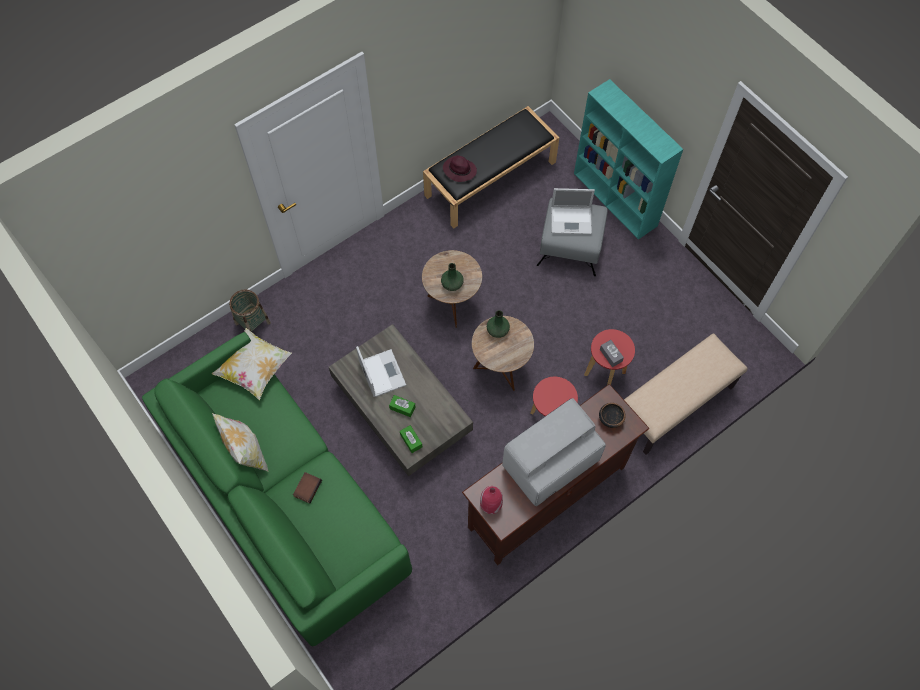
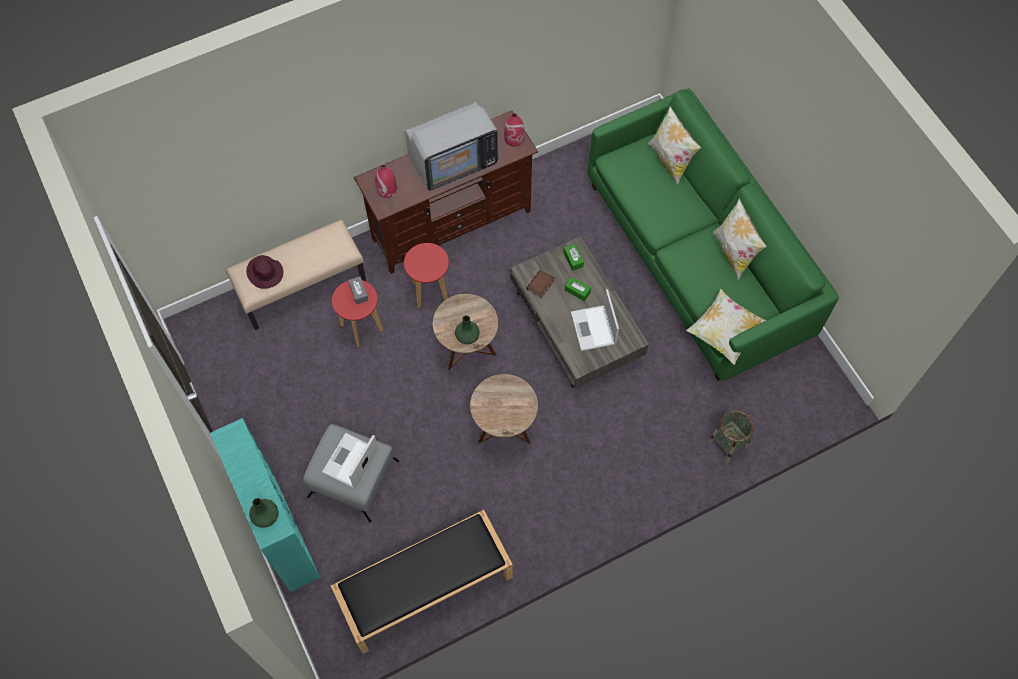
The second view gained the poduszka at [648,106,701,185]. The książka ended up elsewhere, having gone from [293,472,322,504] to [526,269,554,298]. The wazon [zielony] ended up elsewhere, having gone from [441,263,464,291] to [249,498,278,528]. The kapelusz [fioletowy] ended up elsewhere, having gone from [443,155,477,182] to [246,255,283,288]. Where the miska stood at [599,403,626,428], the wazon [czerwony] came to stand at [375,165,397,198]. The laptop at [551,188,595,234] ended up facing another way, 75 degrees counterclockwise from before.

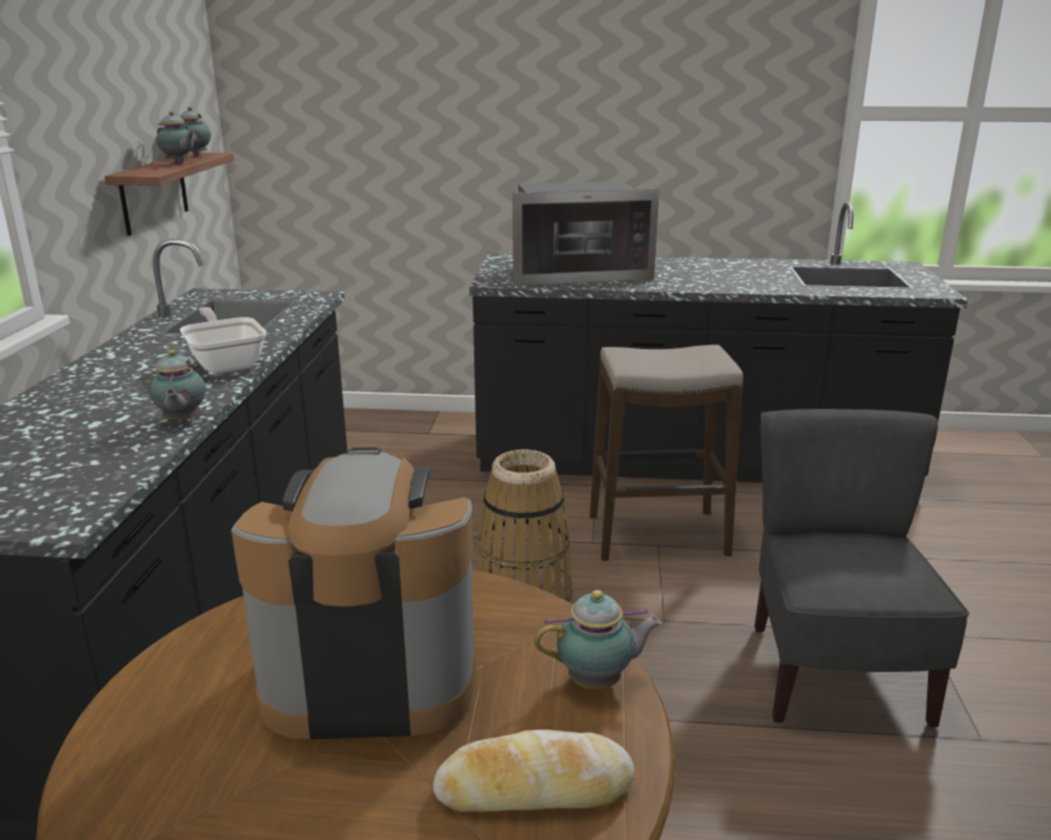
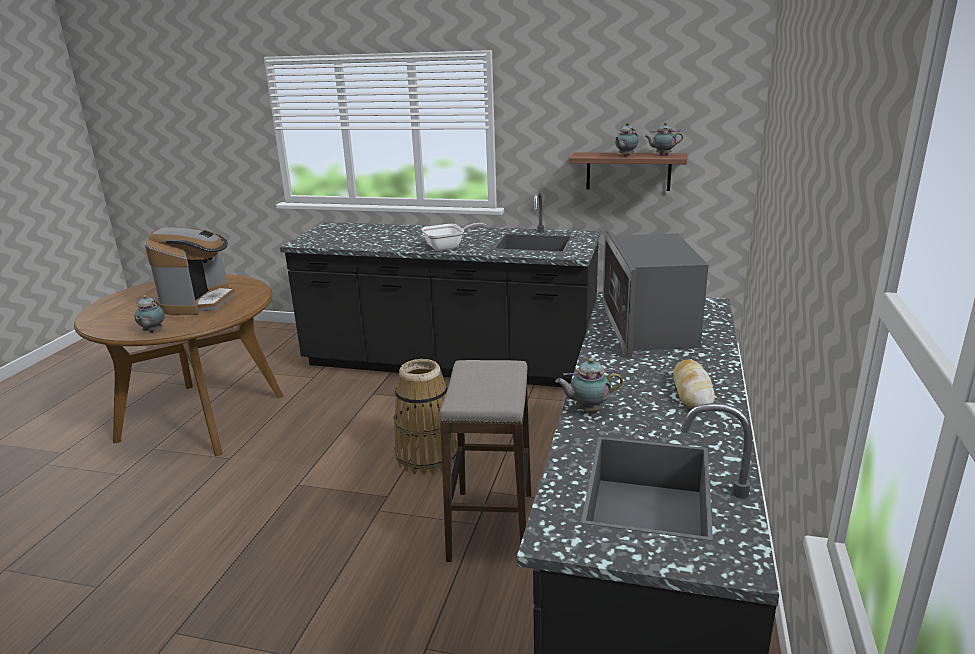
The second view lost the krzesło [szary] at [754,409,969,728]. The imbryk ended up elsewhere, having gone from [149,350,206,423] to [555,358,623,411]. The chleb ended up elsewhere, having gone from [433,730,635,812] to [673,360,715,409].

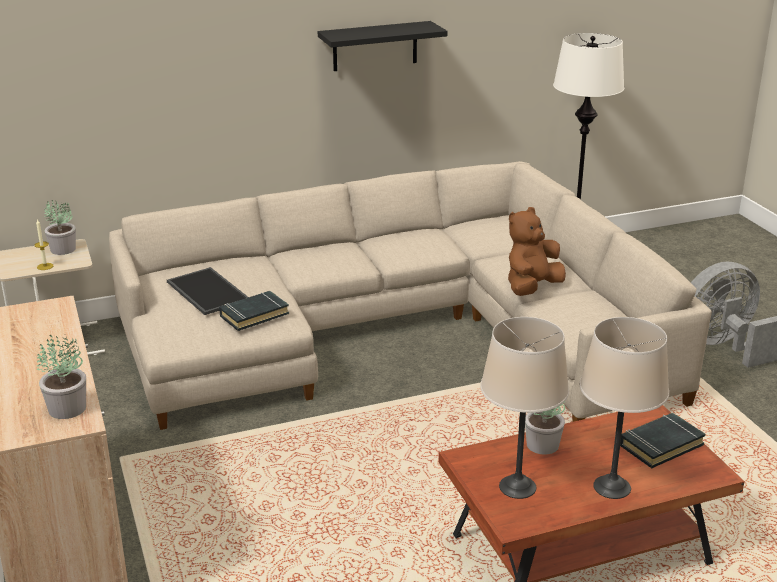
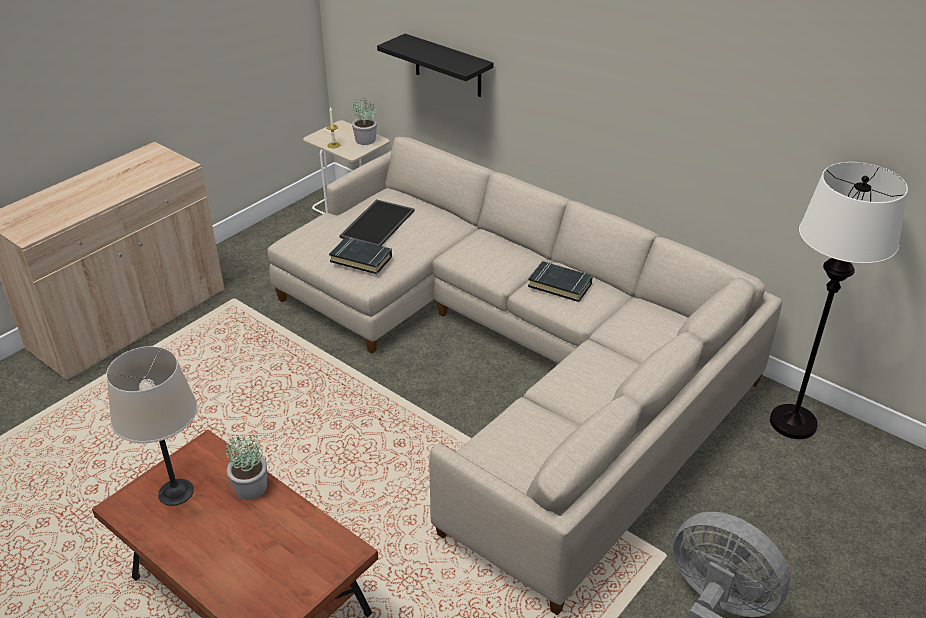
The second view lost the roślina doniczkowa at [37,334,86,419]. The second view lost the pluszak [brązowy] at [508,207,566,296]. The second view lost the lampa stołowa [beżowy] at [579,317,669,499]. The półka [czarny] ended up elsewhere, having gone from [318,21,448,71] to [377,34,493,97]. The książka [czarny] ended up elsewhere, having gone from [620,413,706,468] to [528,261,593,302].

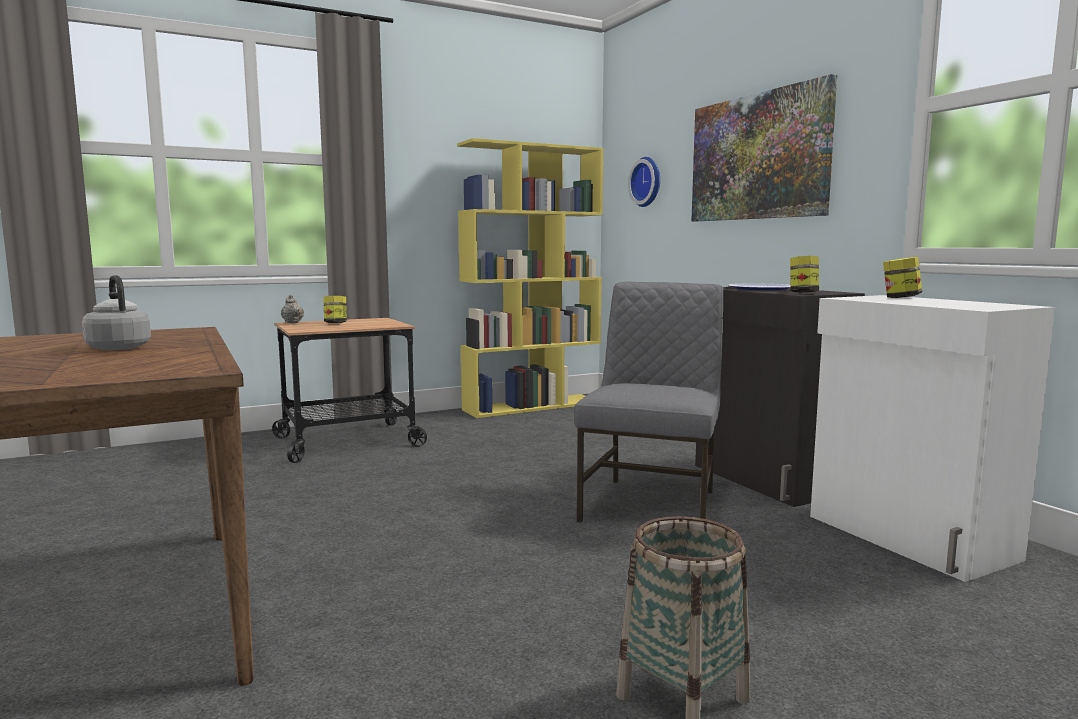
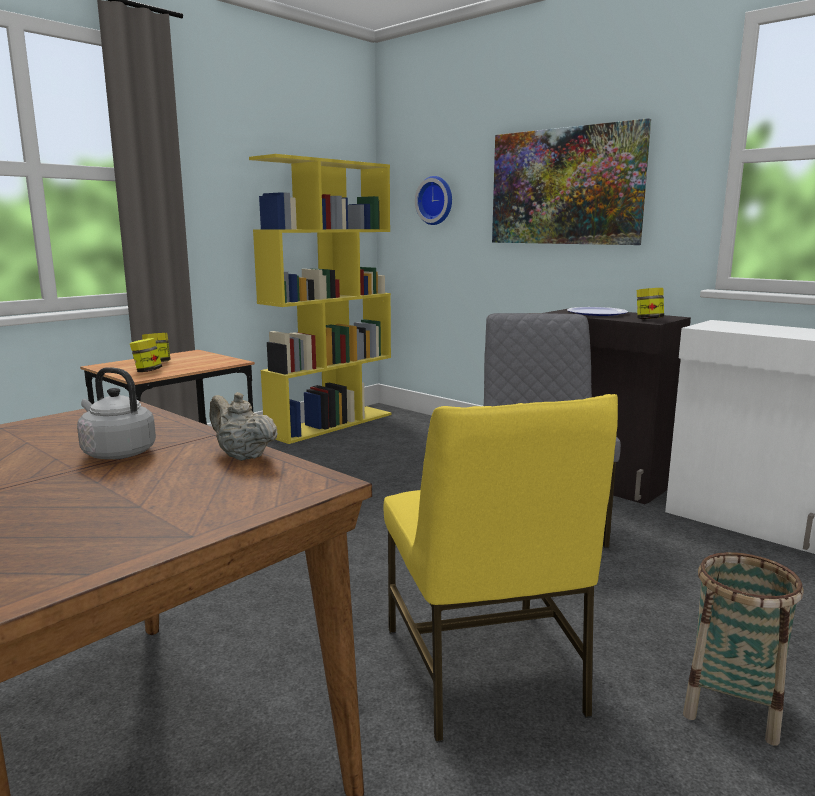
The second view gained the krzesło [żółty] at [384,394,618,743]. The imbryk [beżowy] ended up elsewhere, having gone from [281,295,304,323] to [209,392,278,461]. The słoik ended up elsewhere, having gone from [883,257,922,298] to [130,338,162,372].

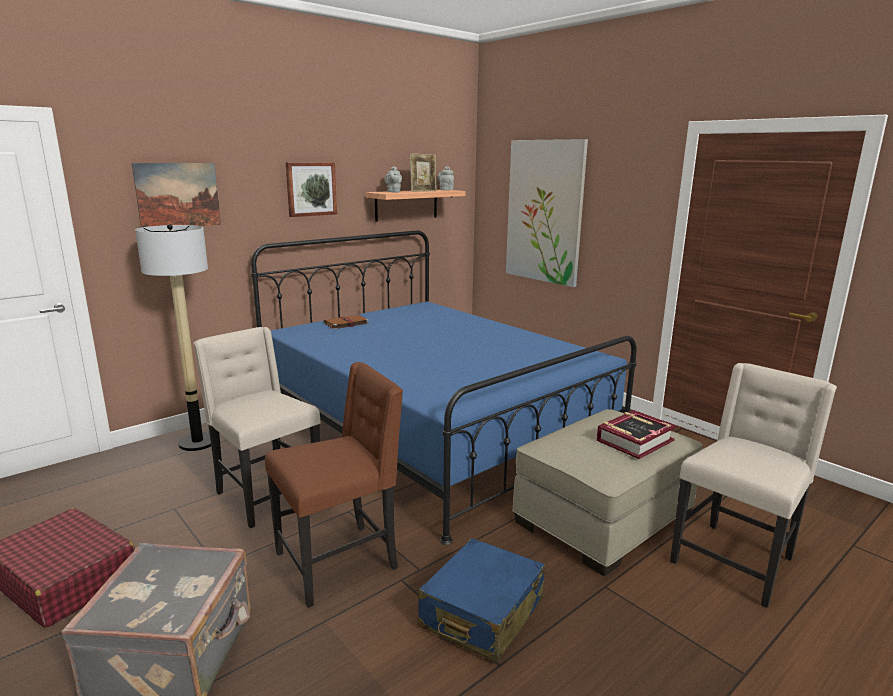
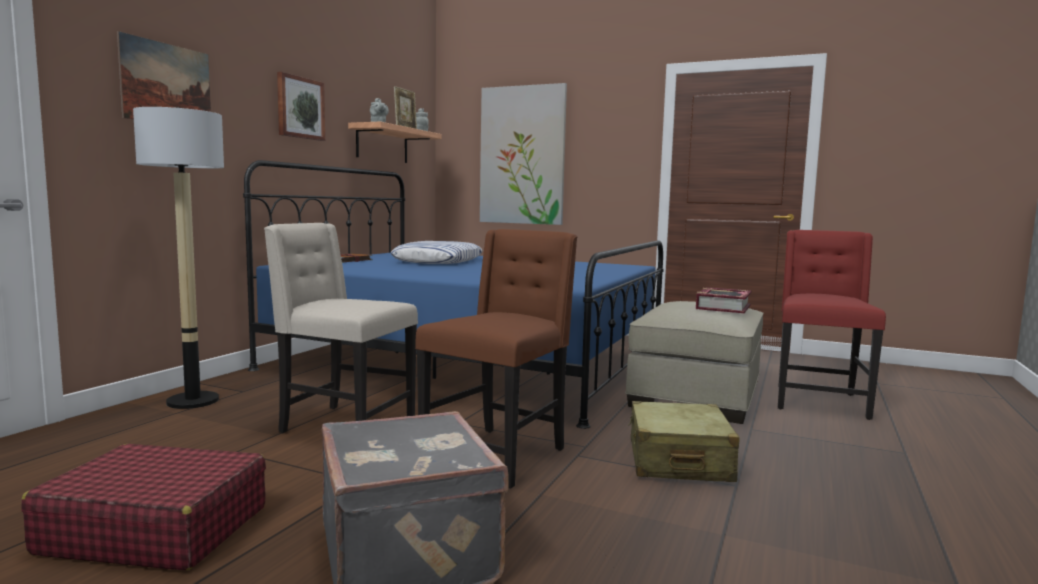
The second view gained the poduszka at [391,241,483,264]. What was the walizka [niebieski] at [418,538,545,663] turned into the walizka [beżowy] at [628,401,740,482]. What was the krzesło [beżowy] at [670,363,837,608] turned into the krzesło [czerwony] at [778,230,886,420].

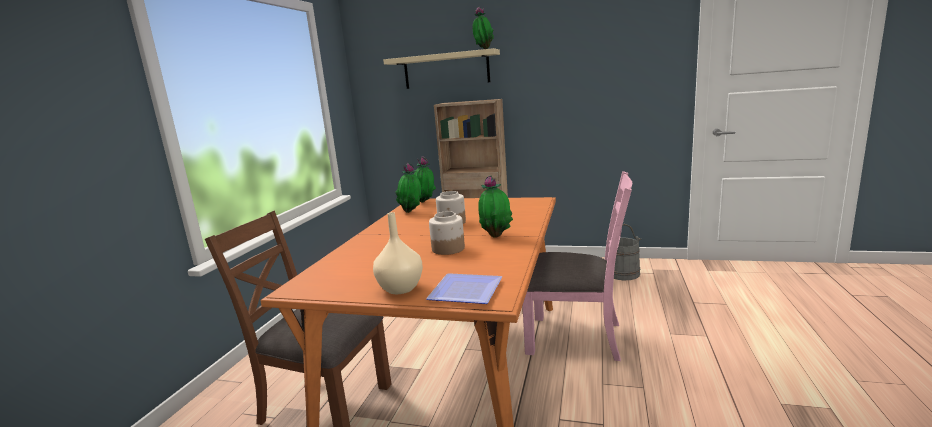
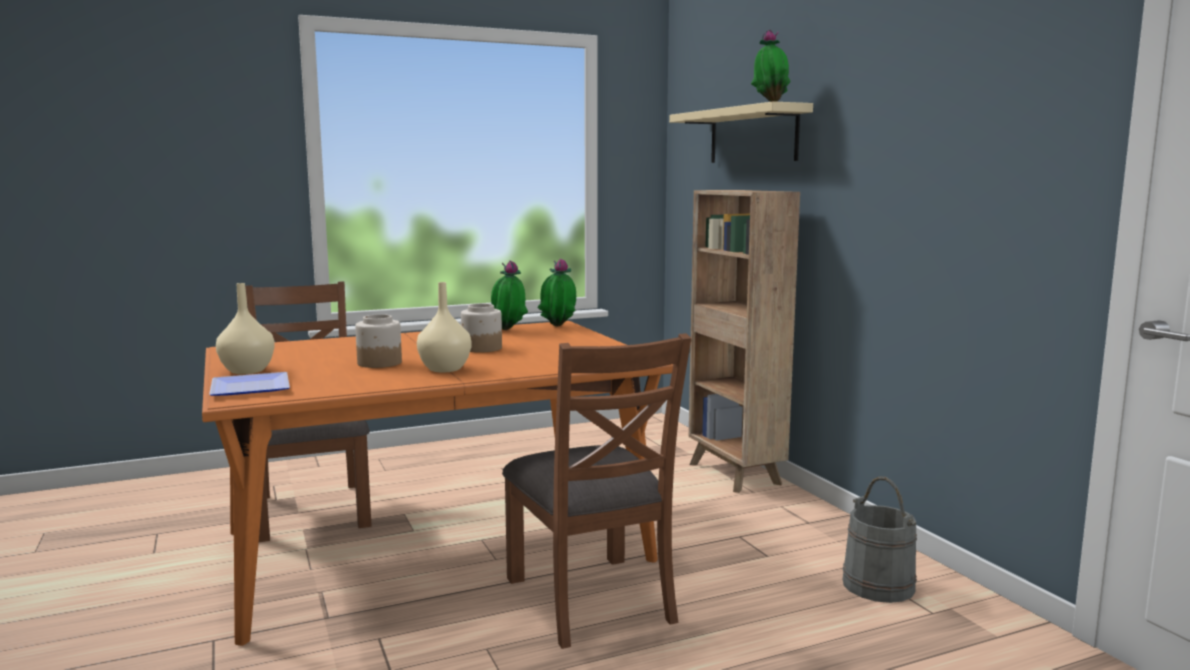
Where the roślina doniczkowa stood at [478,175,513,238], the wazon [beżowy] came to stand at [417,282,471,372]. What was the krzesło [różowy] at [523,171,632,361] turned into the krzesło [brązowy] at [502,333,691,649].

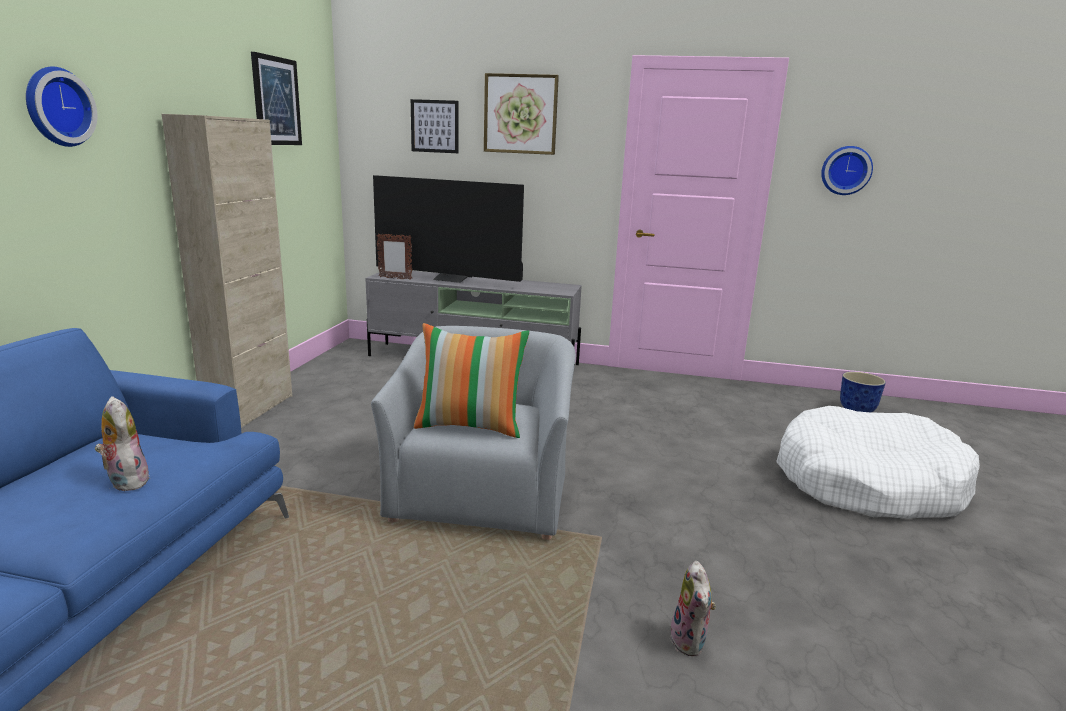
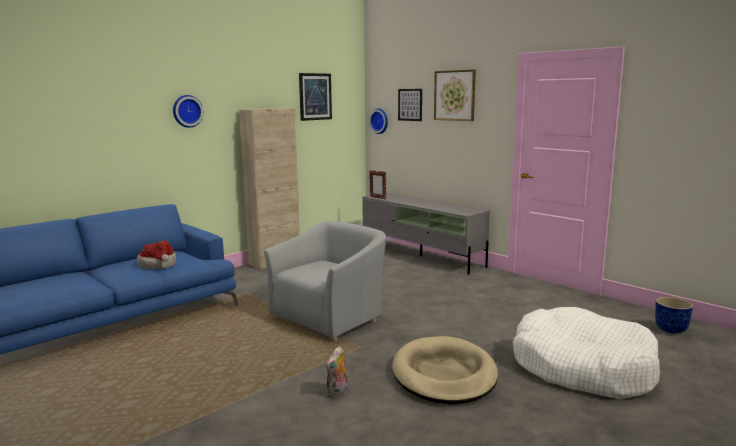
The second view lost the telewizor at [373,175,524,283]. The second view lost the poduszka at [414,323,530,438]. The second view gained the legowisko [beżowy] at [392,336,498,404]. The zegar ścienny ended up elsewhere, having gone from [821,146,873,195] to [369,108,388,134]. Where the pluszak stood at [94,396,150,491], the kapelusz came to stand at [137,240,176,269].

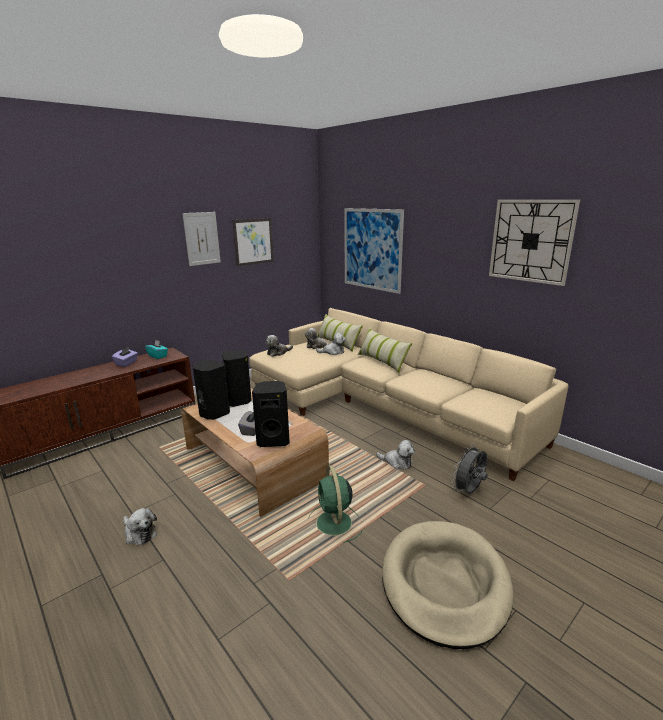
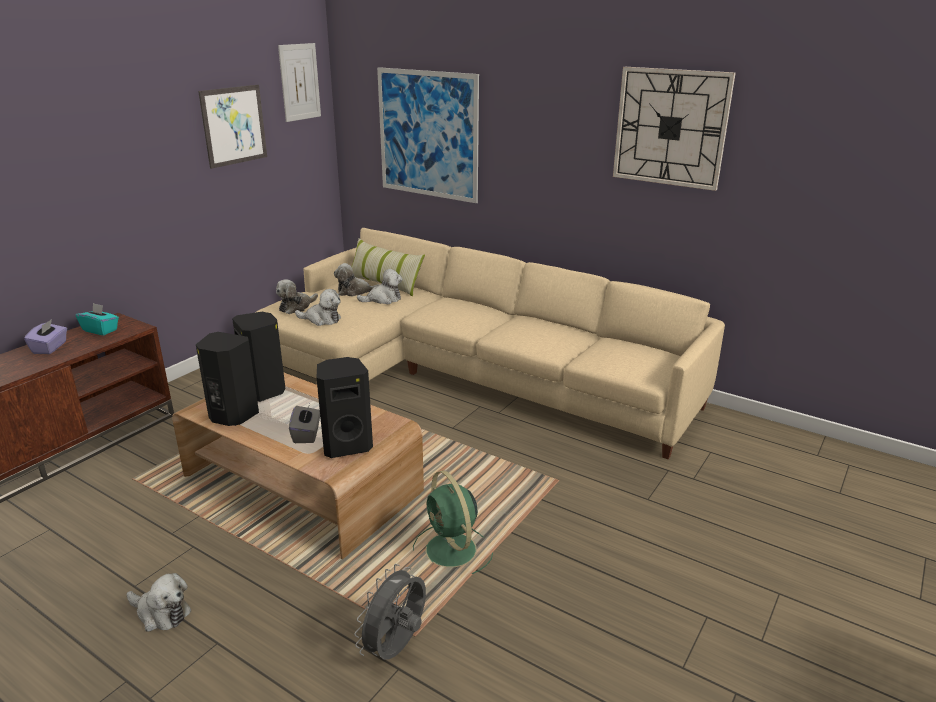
The second view lost the poduszka at [358,327,412,373]. The second view lost the legowisko [beżowy] at [382,521,514,649]. The obraz ended up elsewhere, having gone from [182,212,221,266] to [278,43,321,122]. The pluszak ended up elsewhere, having gone from [376,440,415,469] to [295,289,341,326]. The wentylator [szary] ended up elsewhere, having gone from [451,444,488,494] to [354,564,426,660].

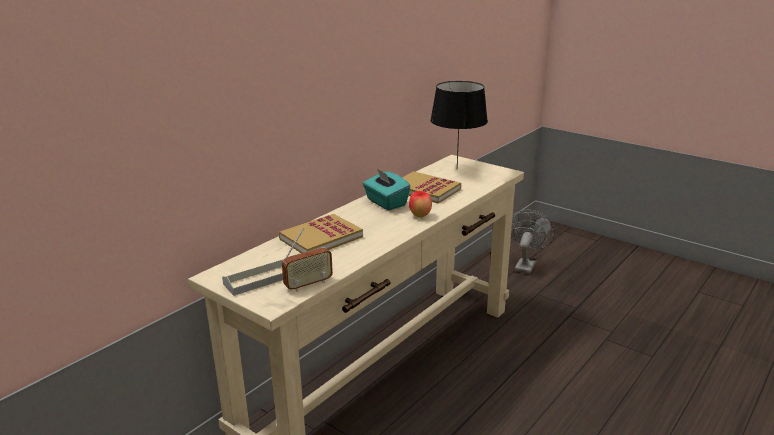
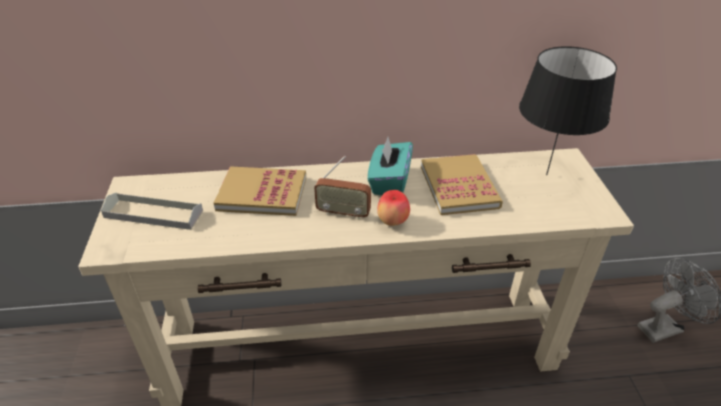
The radio ended up elsewhere, having gone from [282,228,333,292] to [314,156,371,220].

